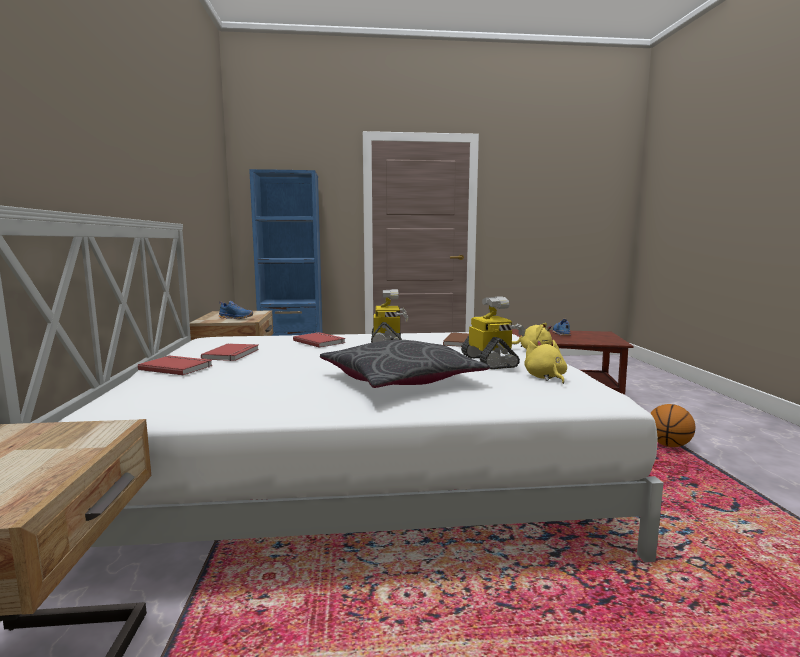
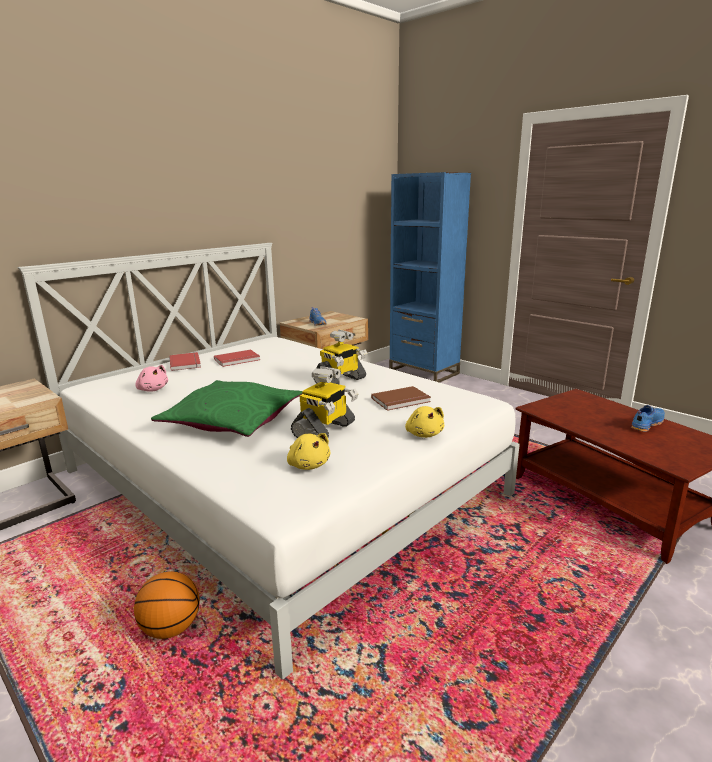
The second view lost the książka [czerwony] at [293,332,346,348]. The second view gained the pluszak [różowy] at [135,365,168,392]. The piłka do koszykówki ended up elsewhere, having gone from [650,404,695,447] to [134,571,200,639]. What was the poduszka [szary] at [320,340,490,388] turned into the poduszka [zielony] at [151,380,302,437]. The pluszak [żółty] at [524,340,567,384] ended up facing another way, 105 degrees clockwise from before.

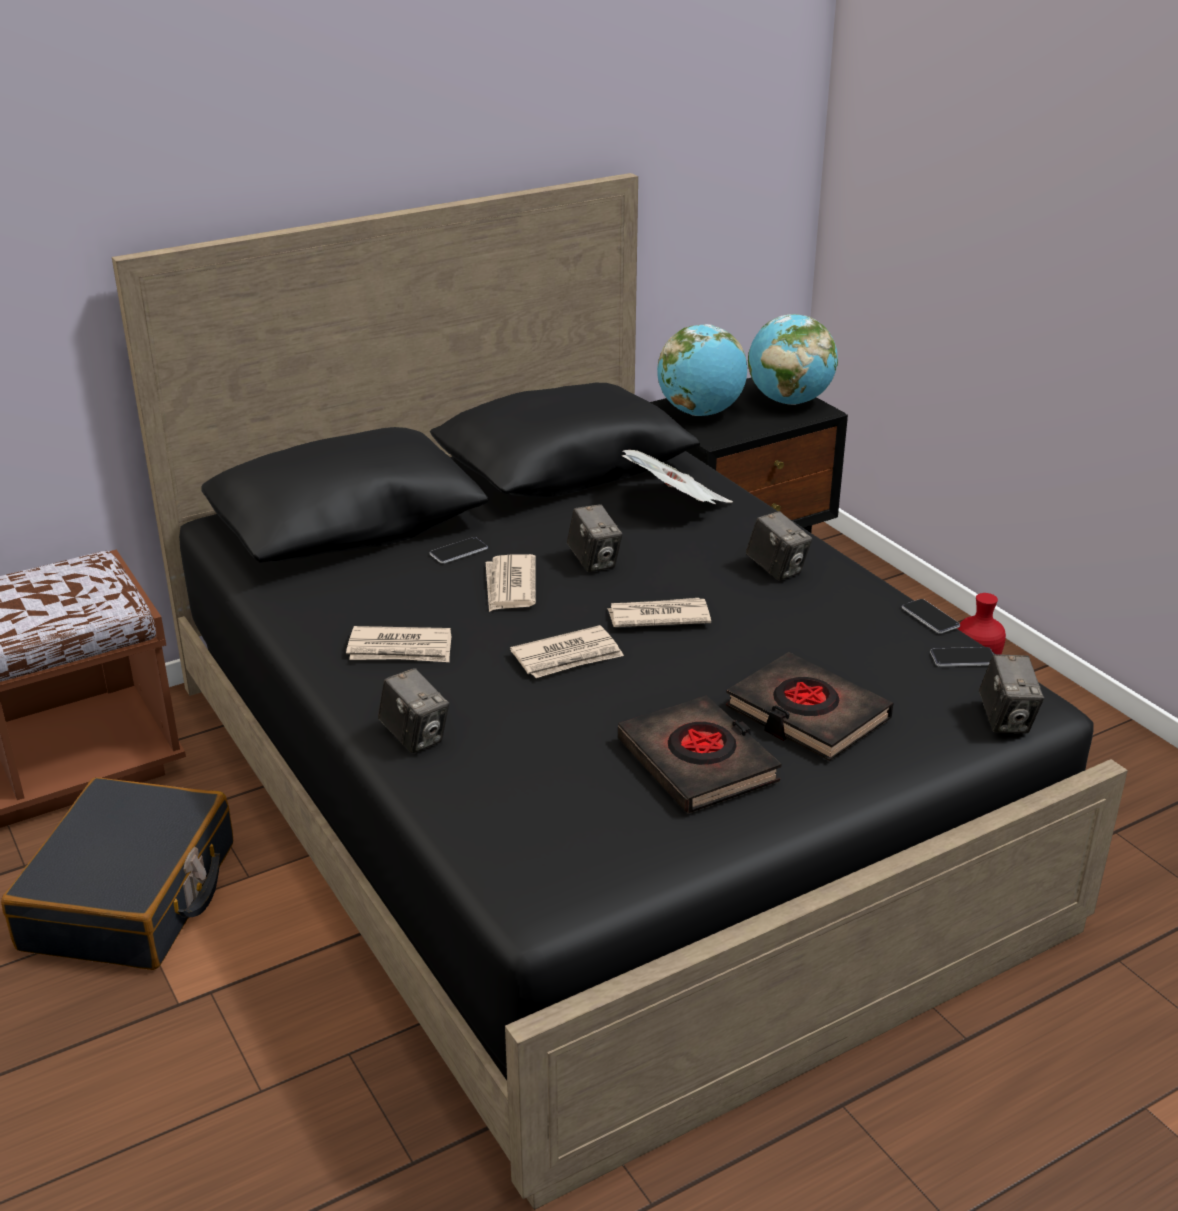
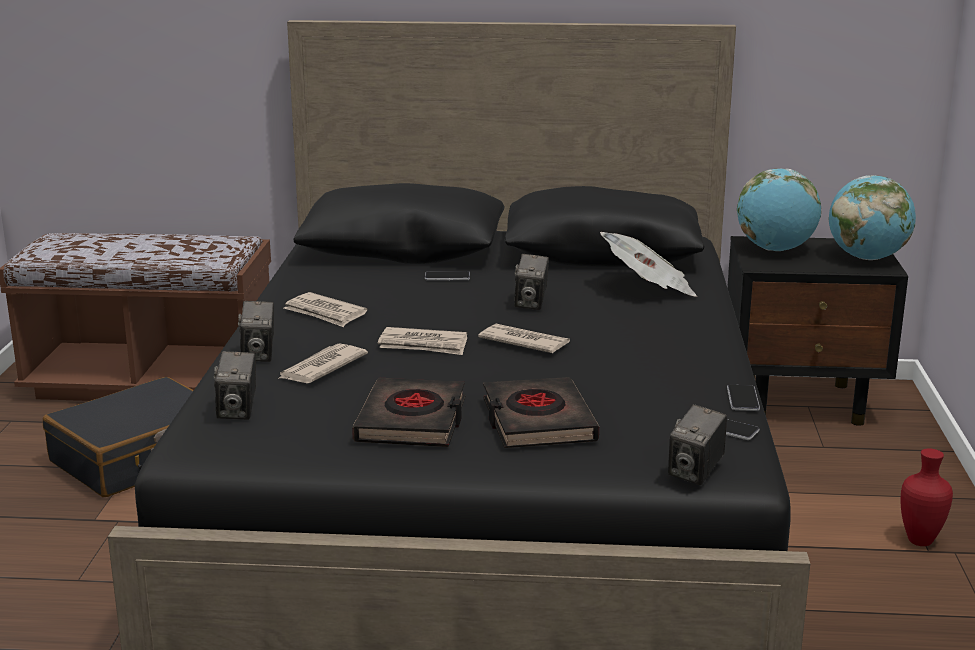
The gazeta ended up elsewhere, having gone from [486,554,536,612] to [278,343,368,383]. The aparat fotograficzny ended up elsewhere, having gone from [746,511,812,581] to [214,351,256,420].

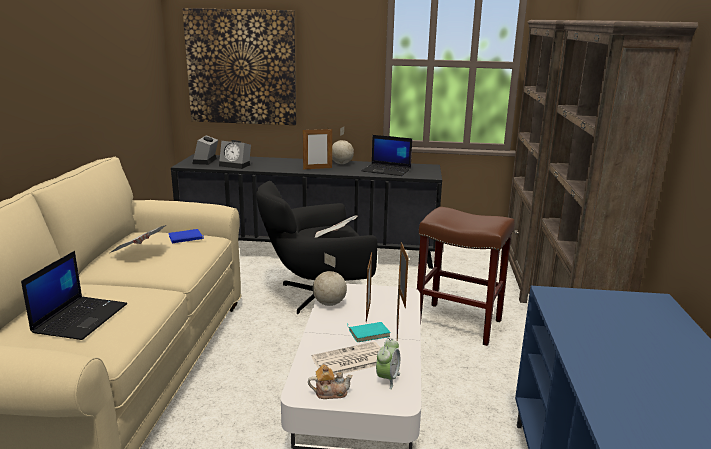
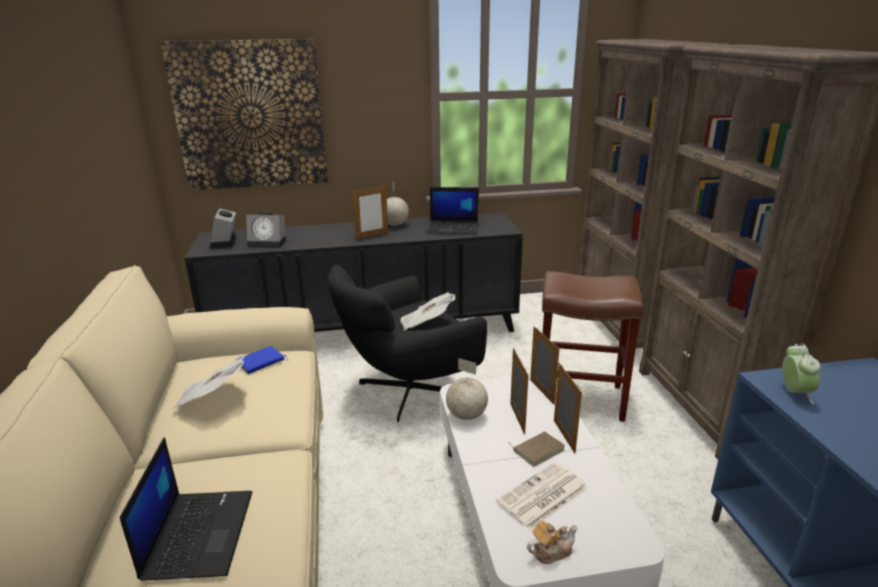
The budzik ended up elsewhere, having gone from [376,338,400,389] to [782,344,820,404]. What was the książka [turkusowy] at [348,322,391,342] turned into the książka [brązowy] at [508,431,565,467].

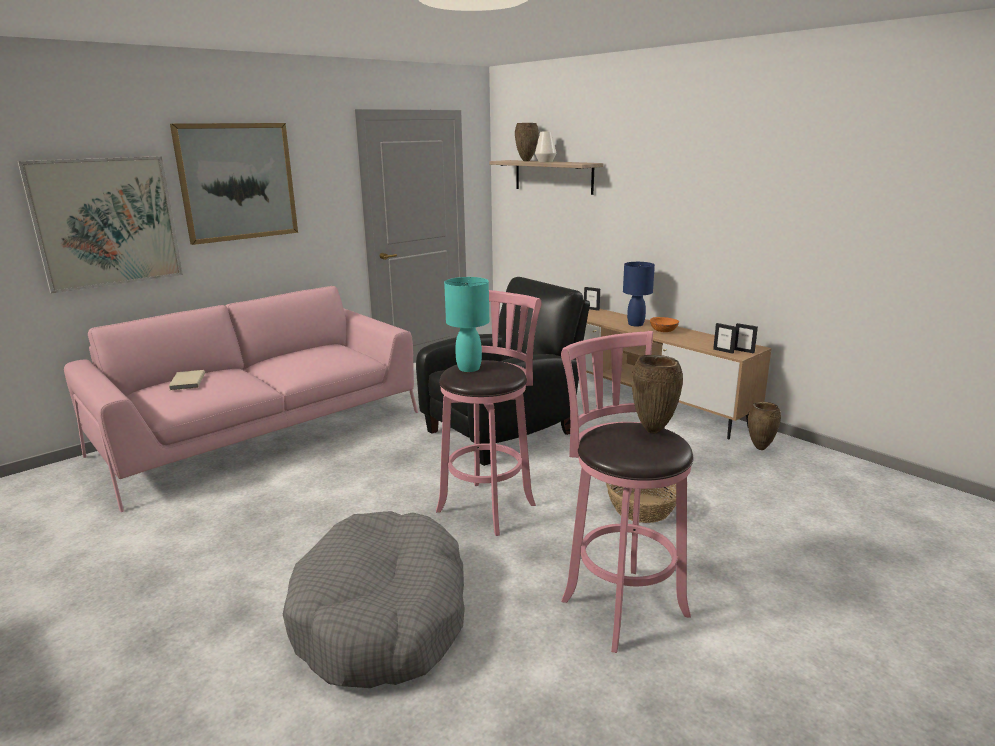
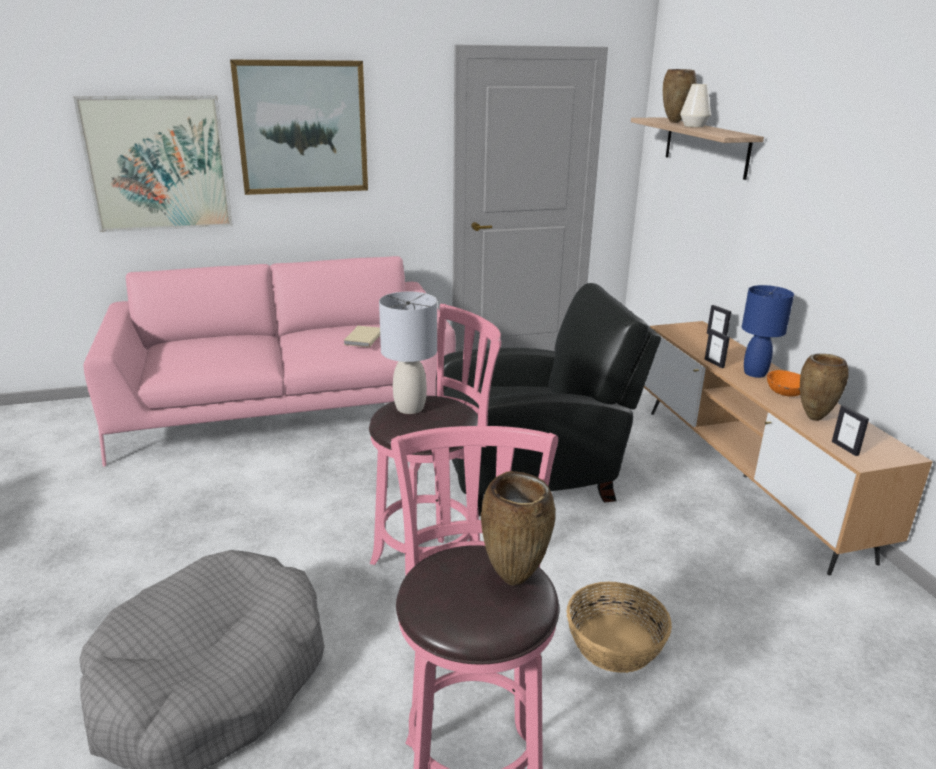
The książka [beżowy] ended up elsewhere, having gone from [169,370,205,391] to [344,326,380,347]. The ramka na zdjęcie ended up elsewhere, having gone from [734,323,758,353] to [705,329,730,368]. The wazon [brązowy] ended up elsewhere, having gone from [748,401,781,450] to [800,354,849,421]. What was the lampa stołowa [turkusowy] at [444,277,489,372] turned into the lampa stołowa [szary] at [379,292,437,414].

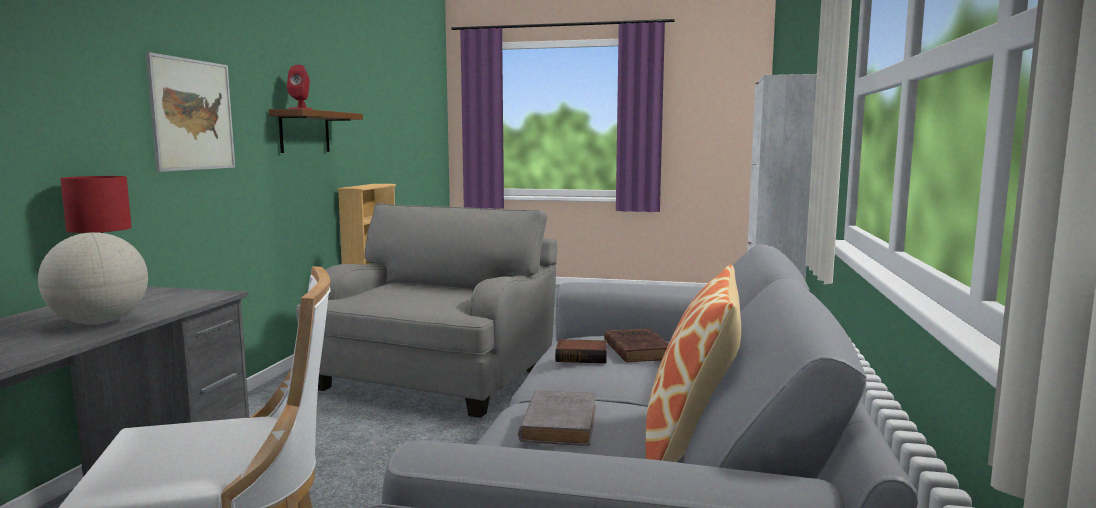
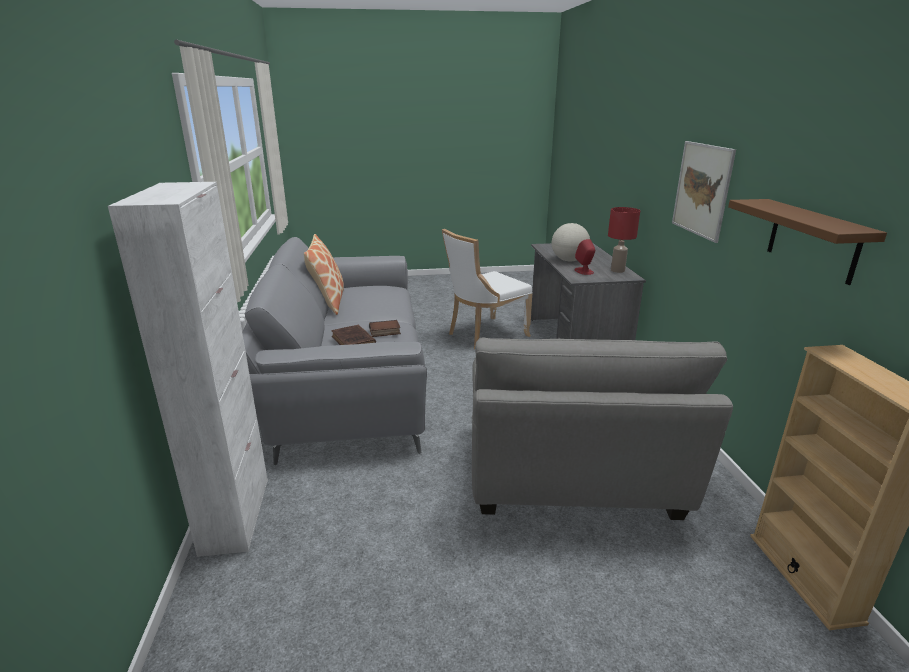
The second view lost the książka [szary] at [518,390,596,446]. The głośnik [czerwony] ended up elsewhere, having gone from [287,65,313,110] to [574,239,595,275].

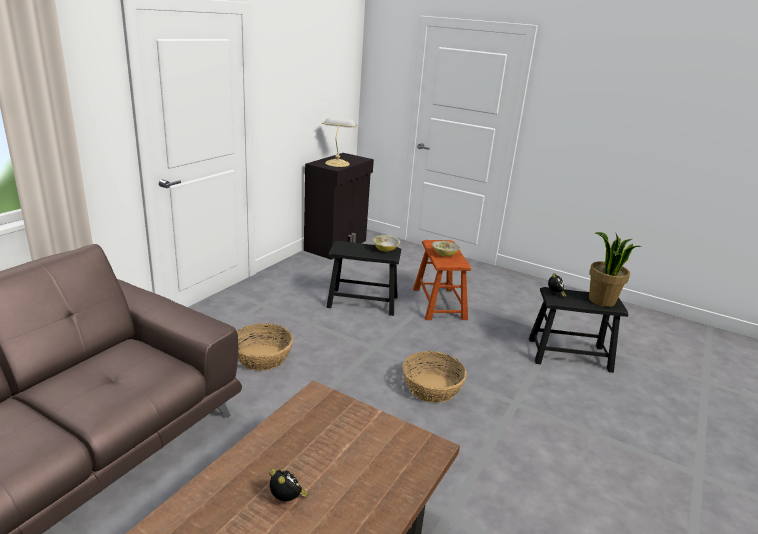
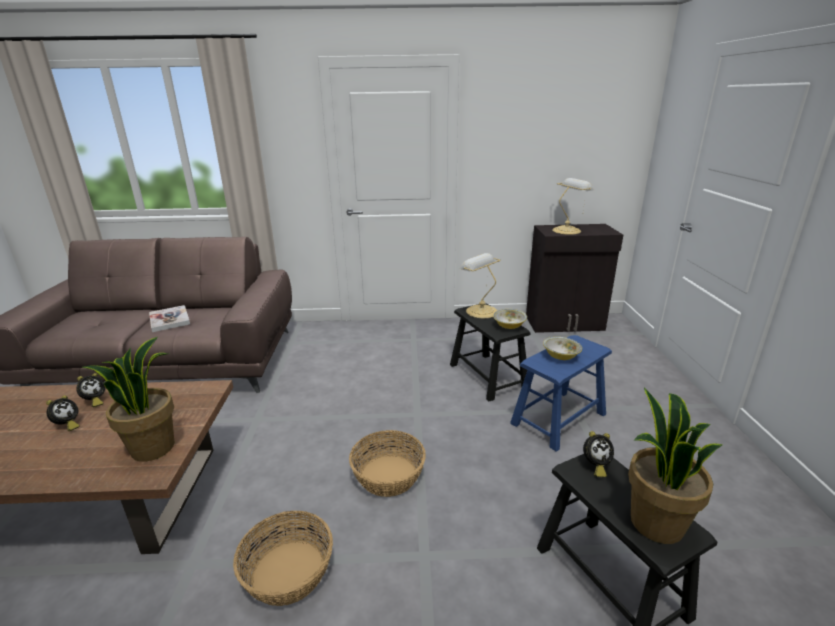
The second view gained the budzik at [76,373,105,407]. The second view gained the roślina doniczkowa at [82,337,174,462]. The second view gained the książka at [149,305,190,332]. The second view gained the lampa stołowa at [460,253,501,318]. The koszyk ended up elsewhere, having gone from [237,323,293,371] to [233,511,333,606]. What was the stołek [brązowy] at [413,240,471,320] turned into the stołek [niebieski] at [510,335,612,451].

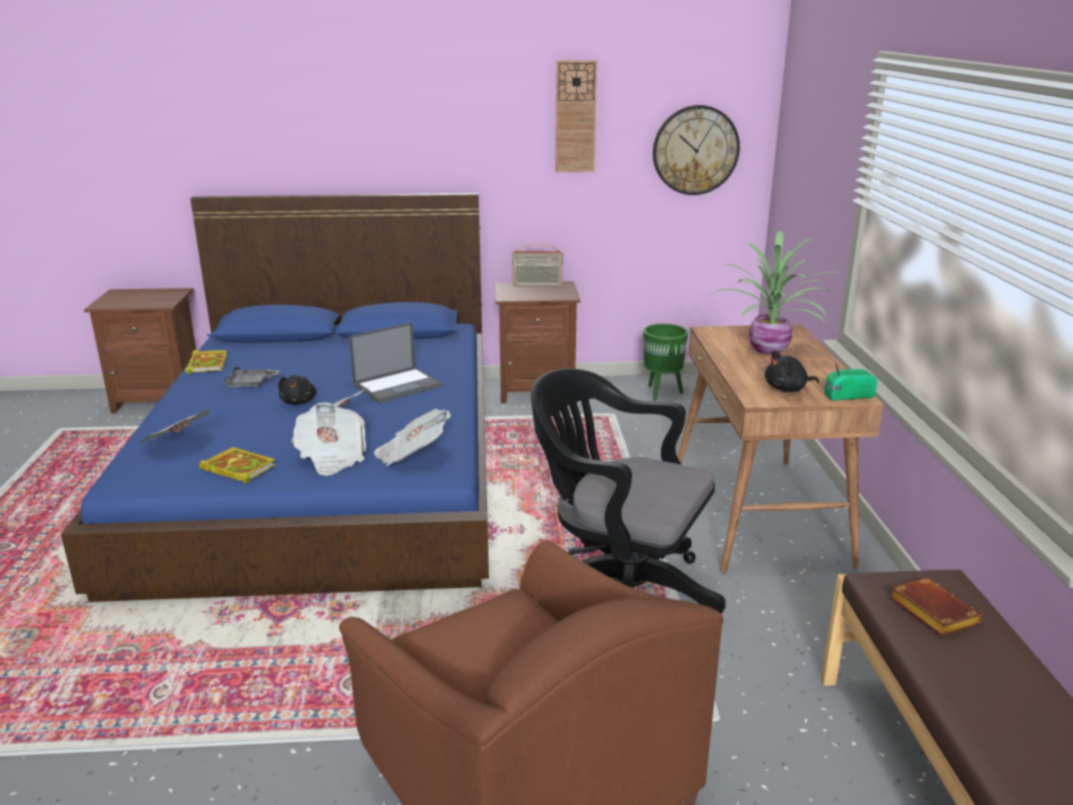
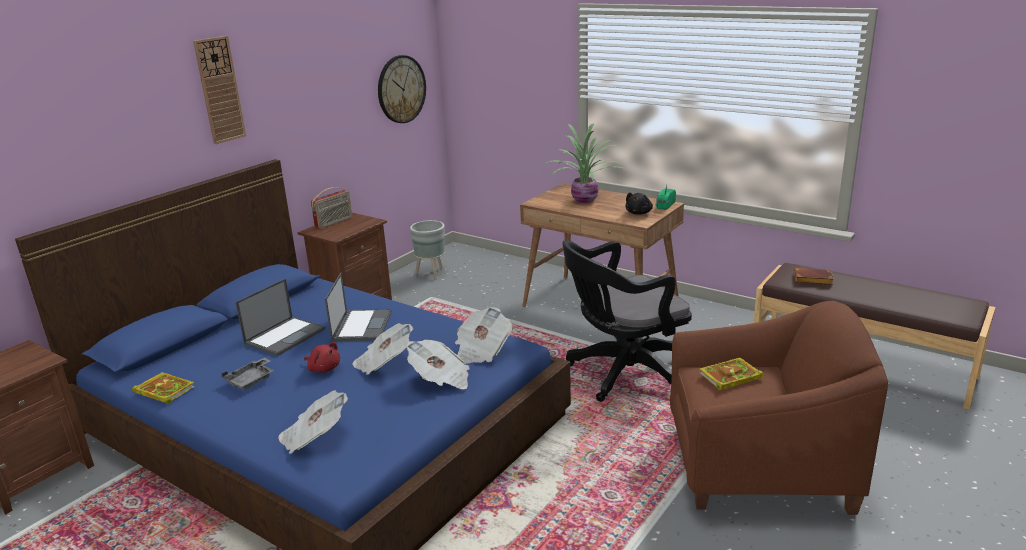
The second view gained the laptop at [235,278,325,356]. The książka ended up elsewhere, having gone from [199,447,275,484] to [699,357,764,390]. The zegar ścienny ended up elsewhere, having gone from [556,60,597,172] to [193,36,246,144]. What was the pluszak [czarny] at [278,375,316,405] turned into the pluszak [czerwony] at [304,342,340,373]. What was the donica [zielony] at [643,324,689,401] turned into the donica [szary] at [410,220,445,280].

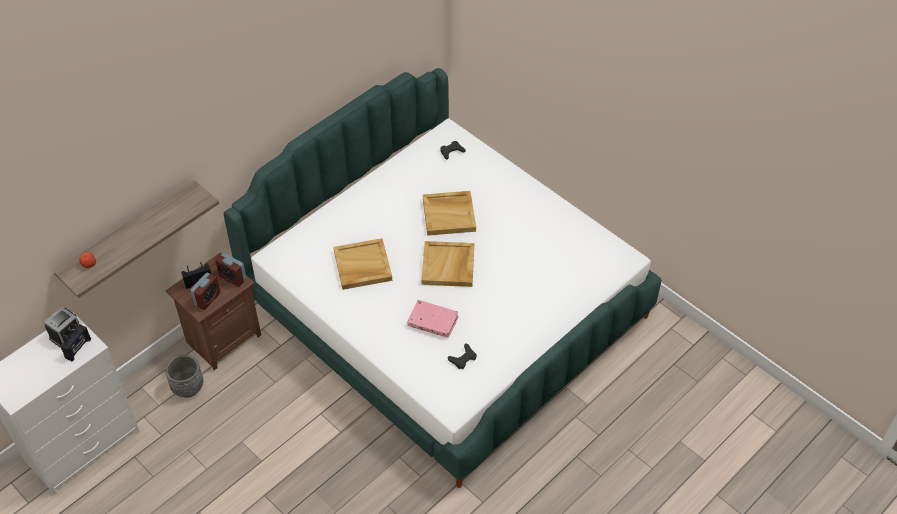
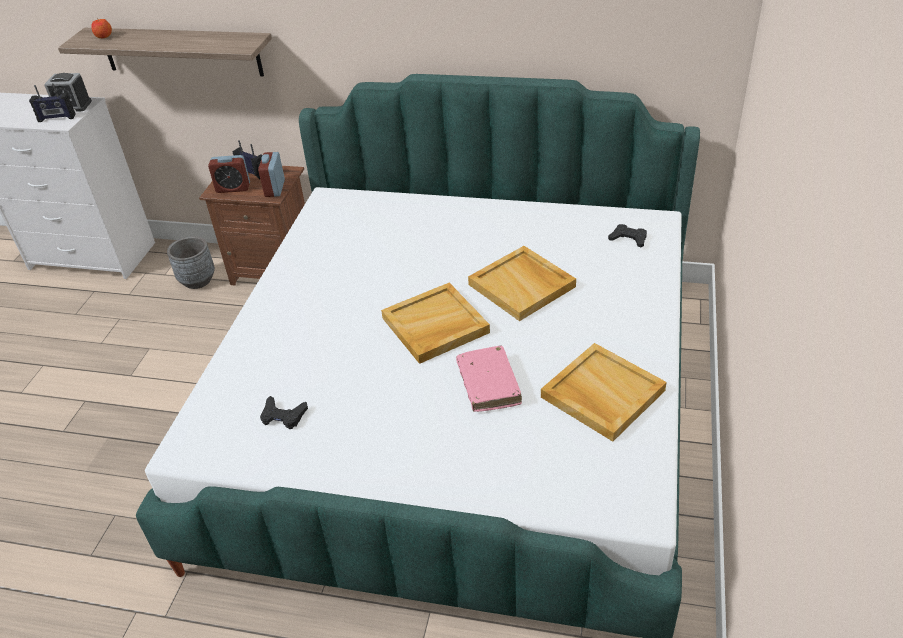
The taca [beżowy] ended up elsewhere, having gone from [333,238,392,290] to [541,343,667,441]. The książka [różowy] ended up elsewhere, having gone from [407,300,458,338] to [456,346,522,412].

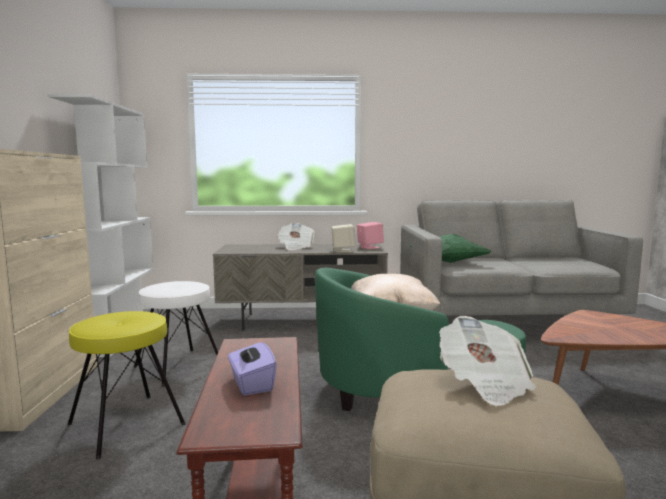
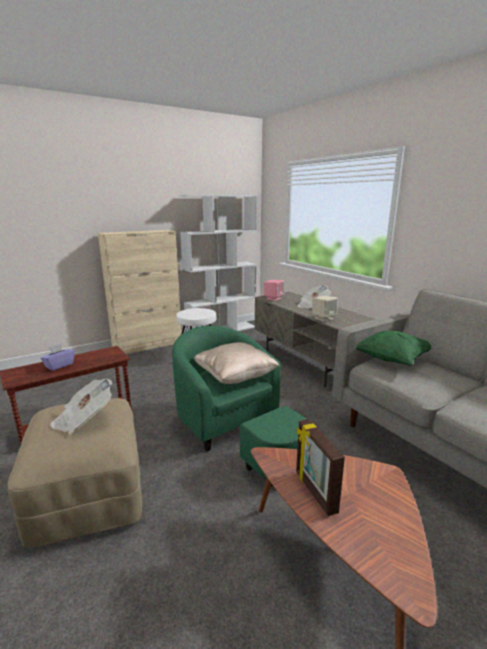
The second view lost the stołek [żółty] at [67,311,186,460]. The second view gained the ramka na zdjęcie at [296,419,345,516]. The głośnik [różowy] ended up elsewhere, having gone from [357,222,384,249] to [264,280,284,301].

